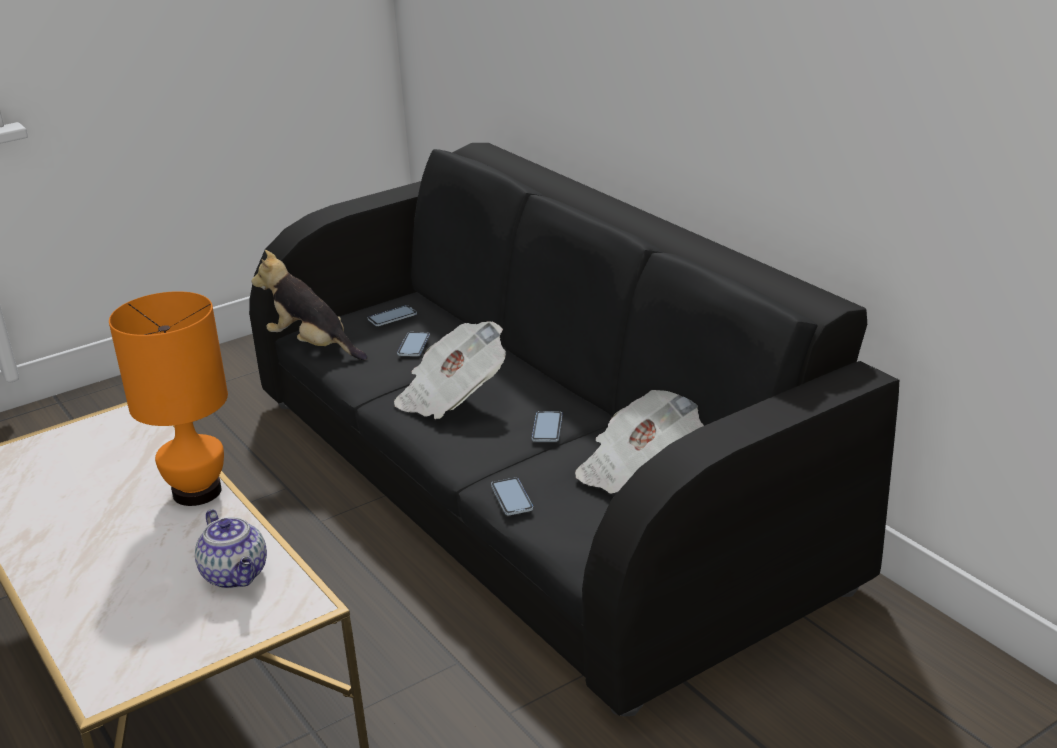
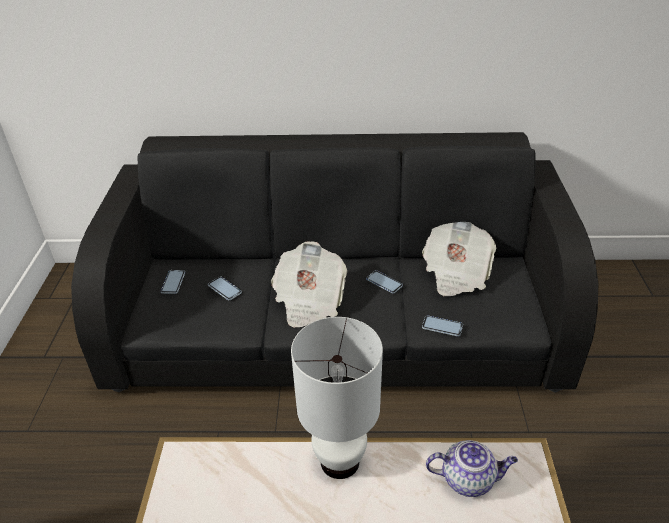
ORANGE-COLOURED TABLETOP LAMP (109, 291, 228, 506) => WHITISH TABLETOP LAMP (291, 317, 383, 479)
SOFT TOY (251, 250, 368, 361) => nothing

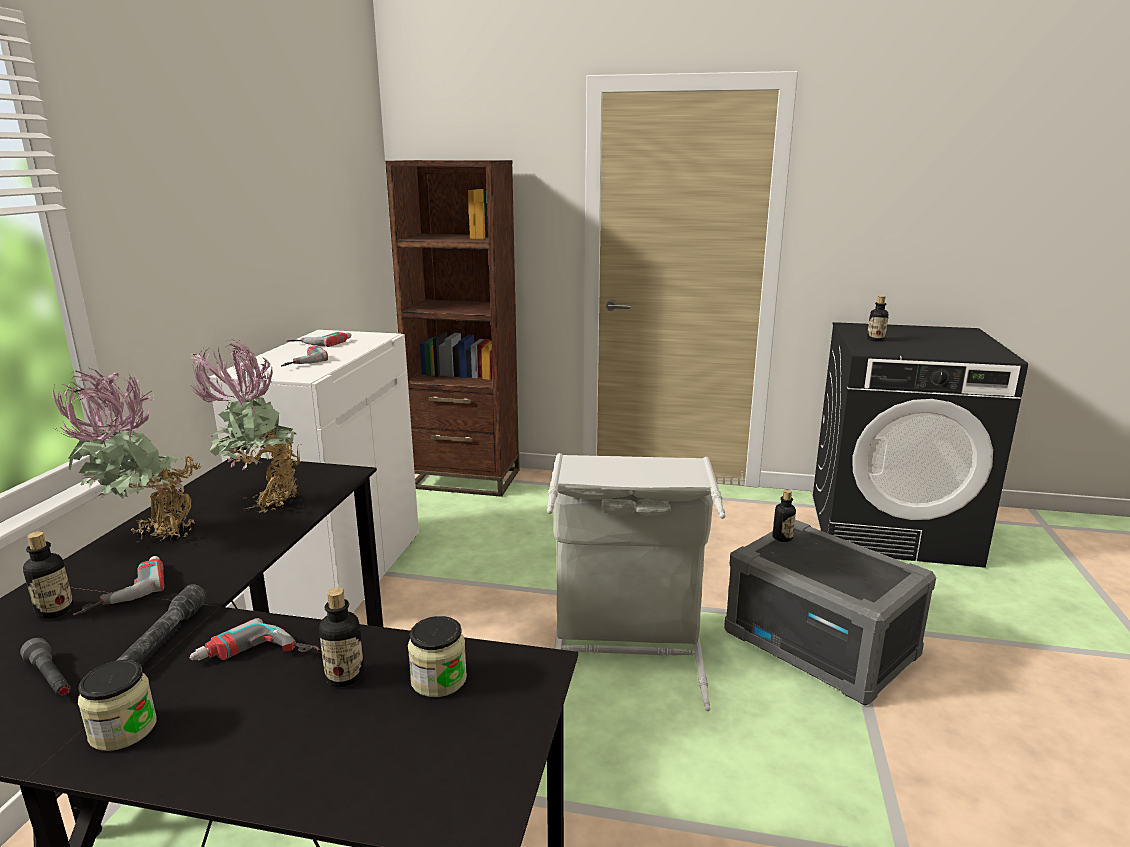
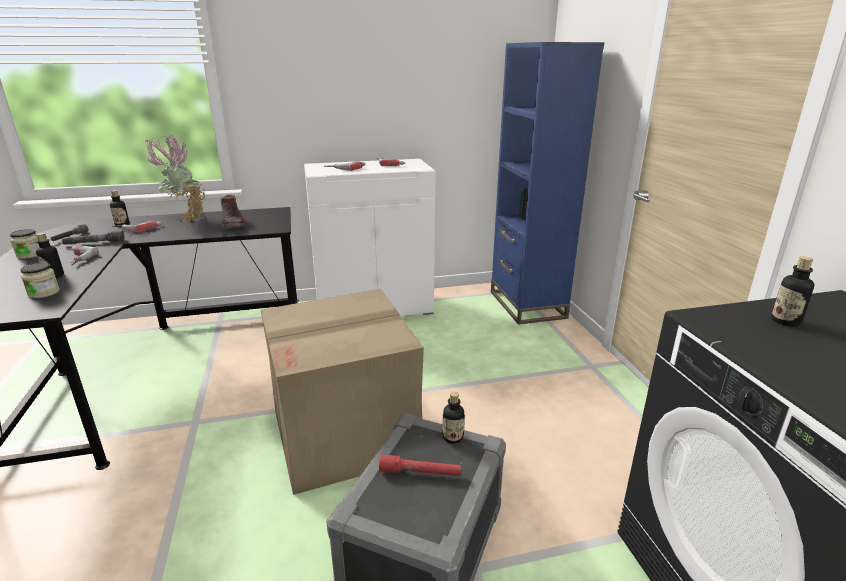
HOUSEPLANT (187, 339, 300, 513) => BROWN-COLOURED HIGH-TOP BOOT (221, 195, 246, 228)
BROWN-COLOURED BOOKCASE (385, 160, 520, 497) => BLUE-COLOURED BOOKCASE (491, 42, 605, 325)
GREY HAMPER (547, 453, 726, 711) => CARTON (261, 288, 424, 495)
nothing => RED HAND TORCH (379, 454, 462, 476)

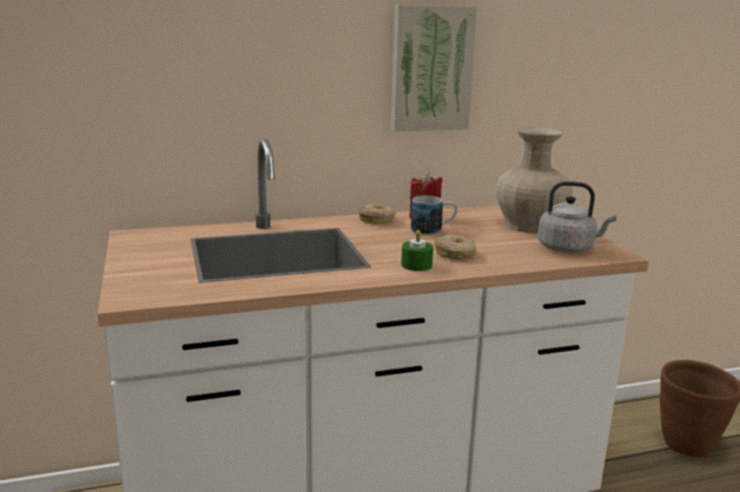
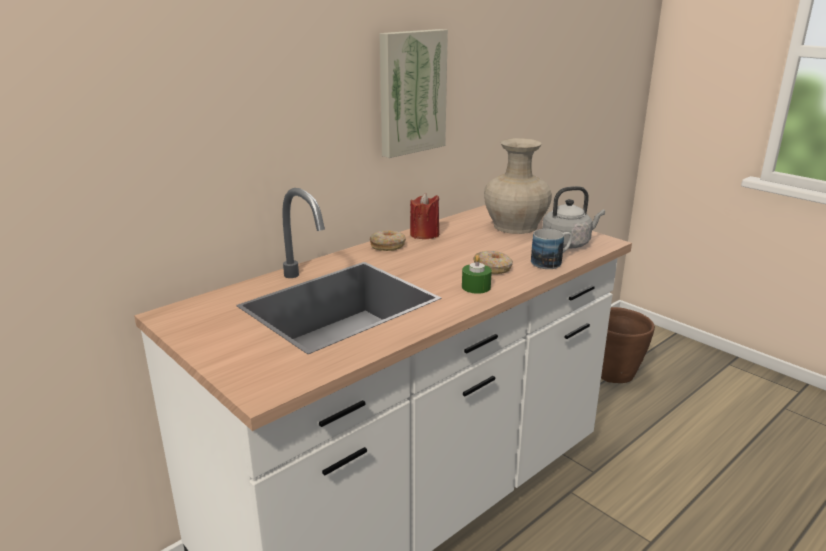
TEA MUG (411, 196, 458, 235) => TEA MUG (531, 229, 572, 269), move

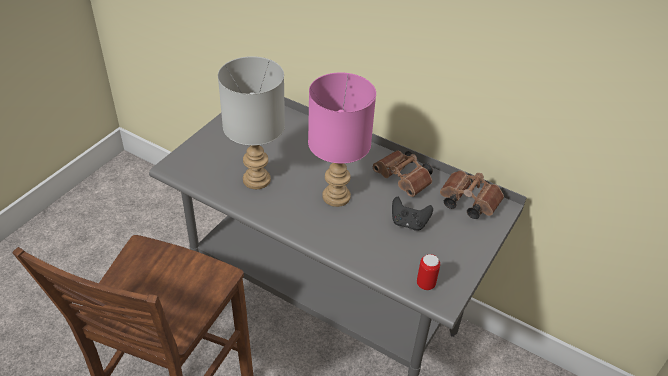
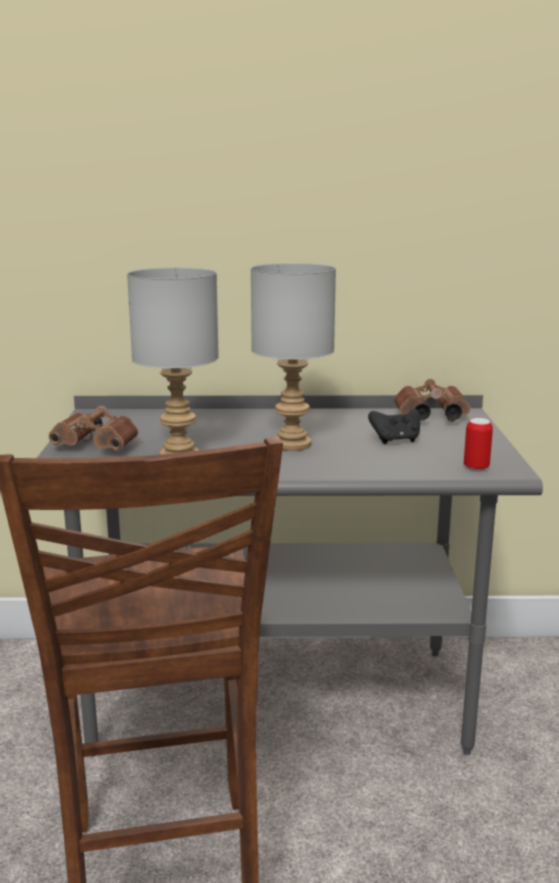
PINKISH TABLETOP LAMP (308, 72, 376, 207) => GREY TABLETOP LAMP (250, 263, 336, 451)
BROWN-COLOURED PAIR OF BINOCULARS (373, 150, 433, 197) => BROWN-COLOURED PAIR OF BINOCULARS (49, 406, 138, 451), move

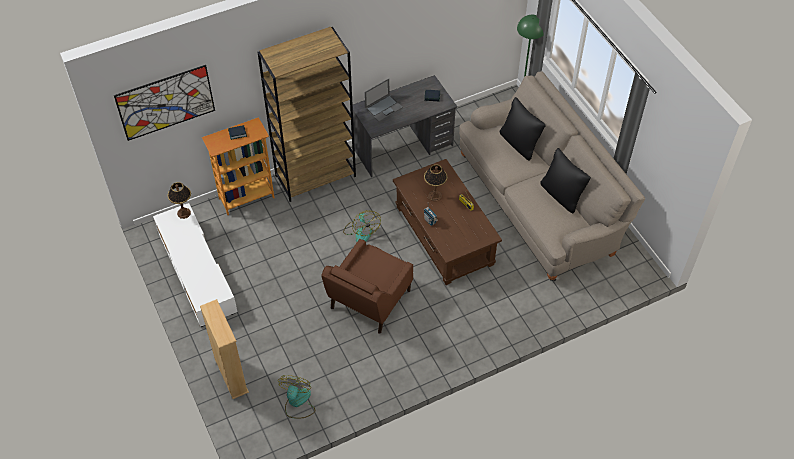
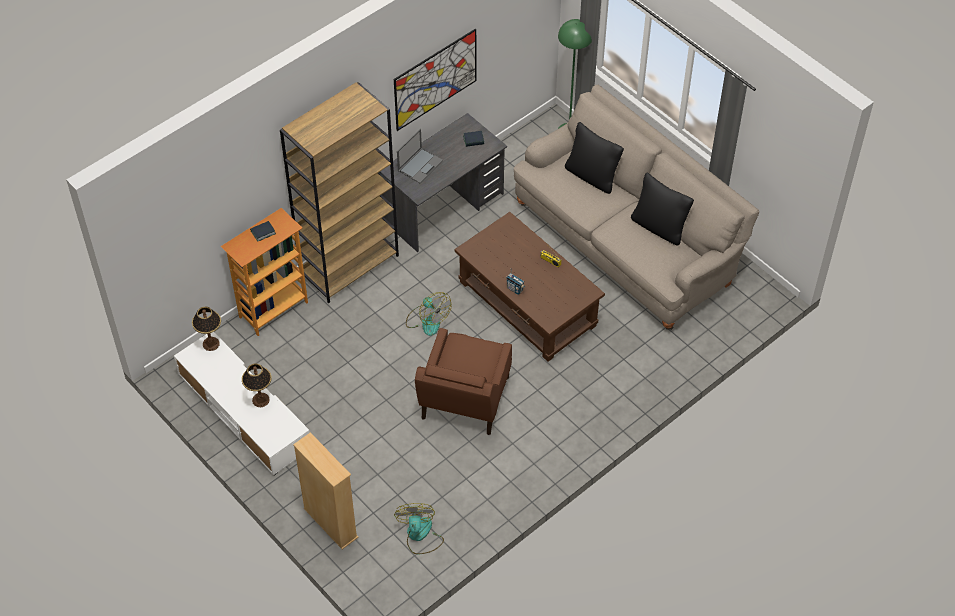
WALL PICTURE (114, 65, 215, 141) => WALL PICTURE (394, 28, 476, 131), move
TABLETOP LAMP (424, 164, 447, 201) => TABLETOP LAMP (242, 364, 272, 407), move

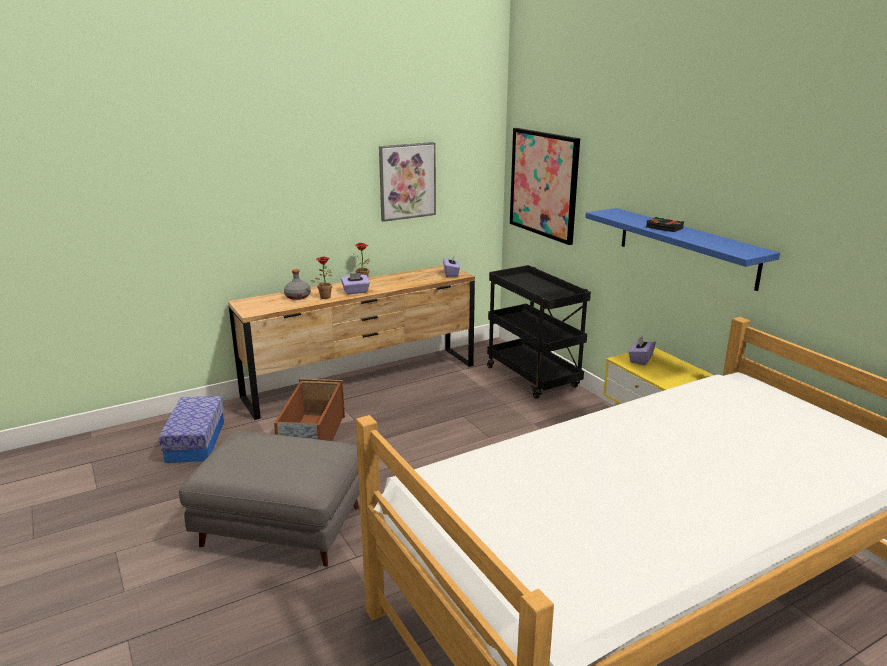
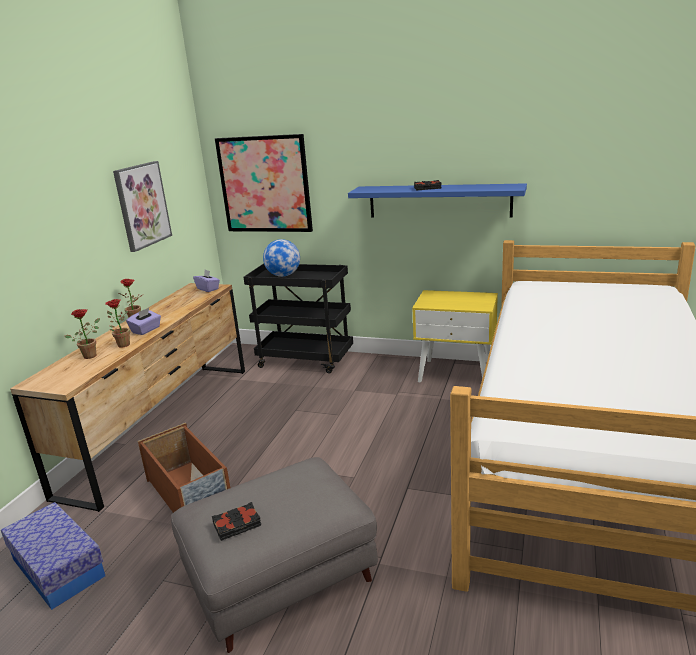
GREY BOTTLE (284, 269, 311, 300) => HOUSEPLANT (65, 309, 100, 359)
PURPLISH BOX OF TISSUES (628, 336, 656, 365) => nothing
nothing => BLACKISH BOUND BOOK (212, 502, 261, 541)
nothing => WORLD GLOBE (263, 239, 300, 277)

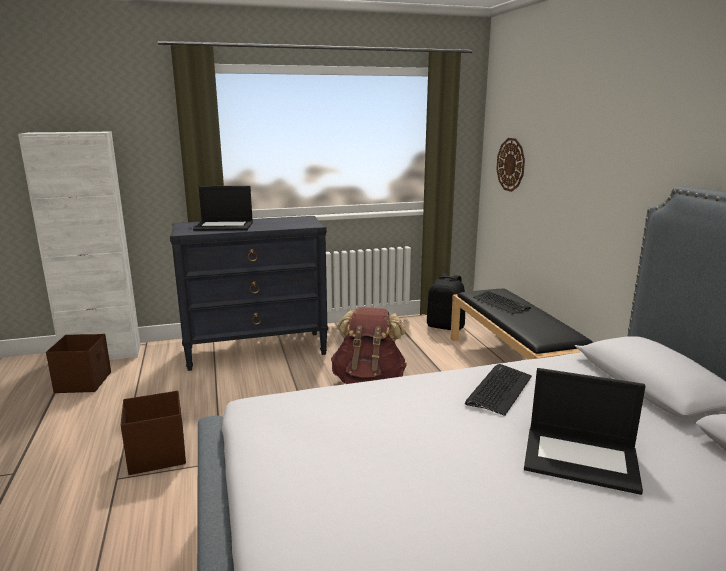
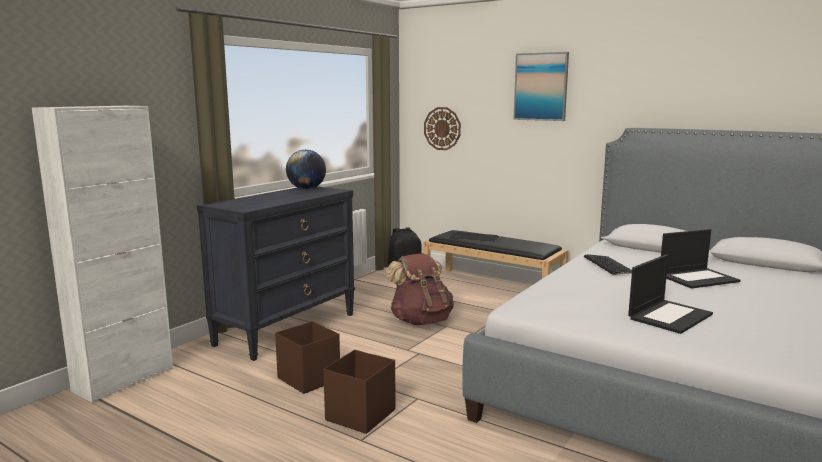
BROWN-COLOURED STORAGE CONTAINER (46, 334, 111, 393) => BROWN-COLOURED STORAGE CONTAINER (275, 321, 340, 394), move
PORTABLE COMPUTER (193, 186, 253, 231) => PORTABLE COMPUTER (628, 254, 713, 334), move
nothing => WORLD GLOBE (286, 150, 326, 190)
nothing => WALL PICTURE (513, 52, 569, 121)

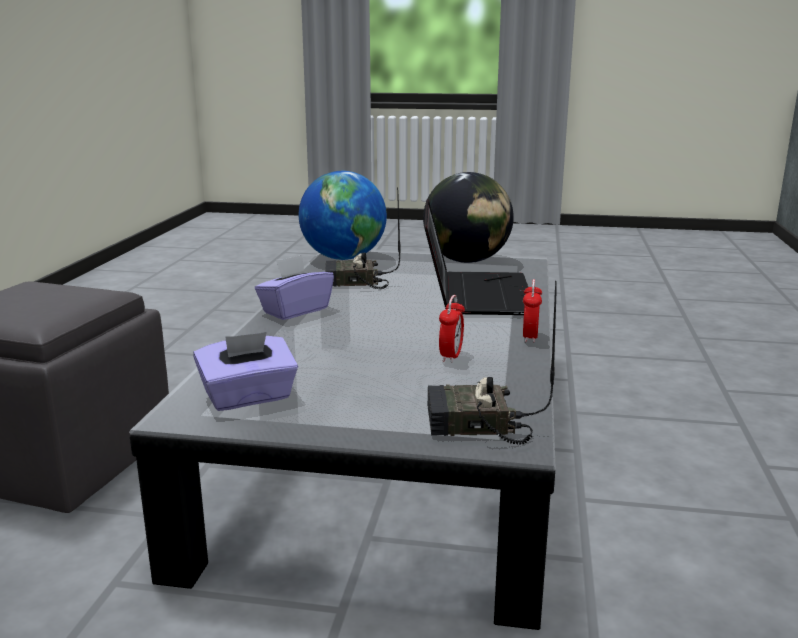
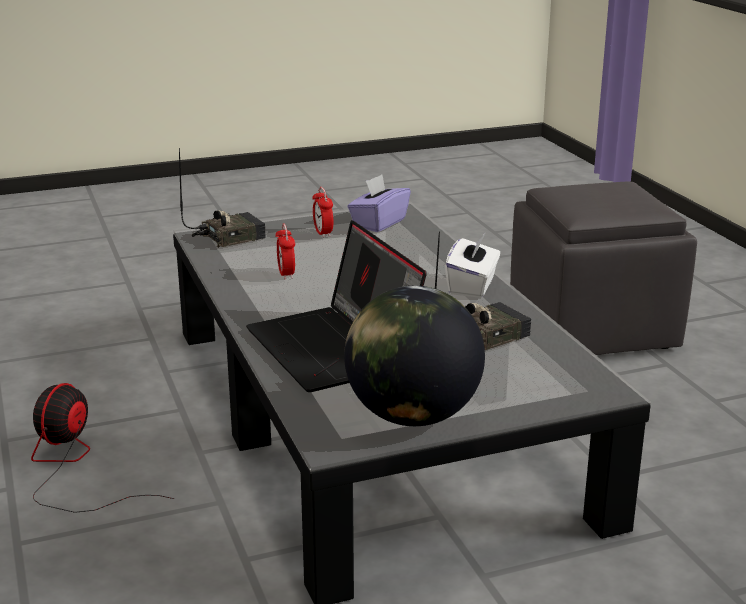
PURPLISH BOX OF TISSUES (255, 255, 334, 320) => WHITISH BOX OF TISSUES (445, 234, 500, 298)
WORLD GLOBE (299, 171, 387, 260) => nothing
ALARM CLOCK (523, 279, 542, 343) => ALARM CLOCK (312, 187, 333, 238), move
nothing => FAN (31, 383, 174, 513)

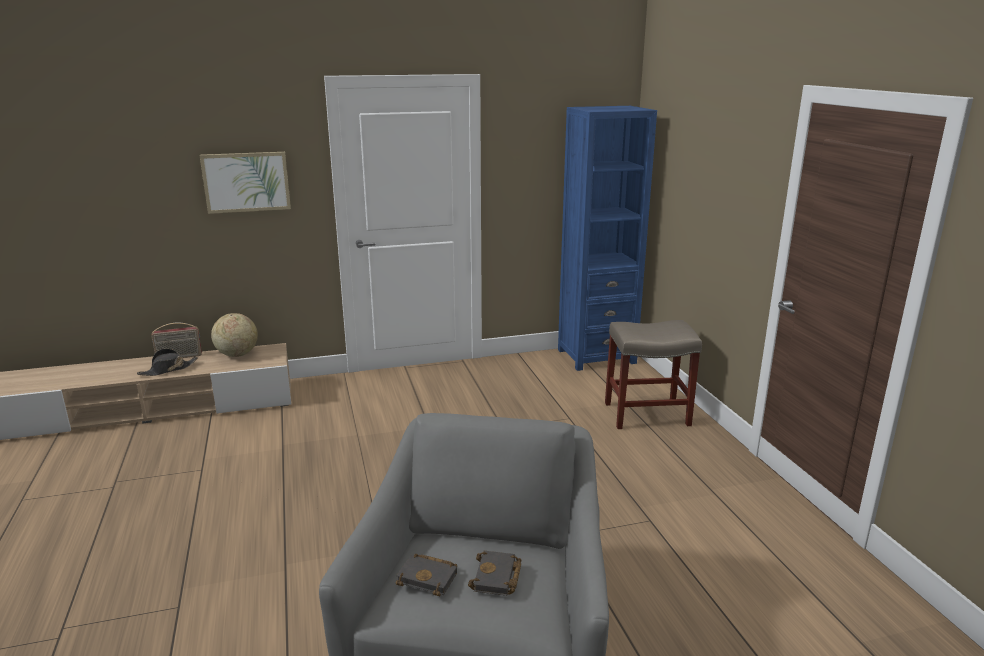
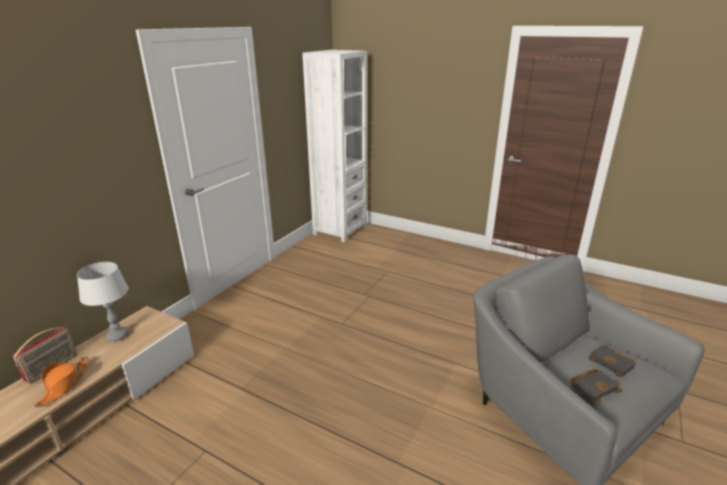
BLACKISH WEARABLE HAT (137, 348, 198, 376) => ORANGE-COLOURED WEARABLE HAT (34, 357, 88, 408)
WALL PICTURE (199, 152, 291, 214) => nothing
WORLD GLOBE (211, 313, 258, 357) => GREY TABLETOP LAMP (77, 262, 129, 341)
BLUE-COLOURED BOOKCASE (558, 106, 657, 371) => WHITISH BOOKCASE (302, 50, 367, 243)
BEIGE-COLOURED STOOL SEAT (605, 320, 702, 429) => nothing

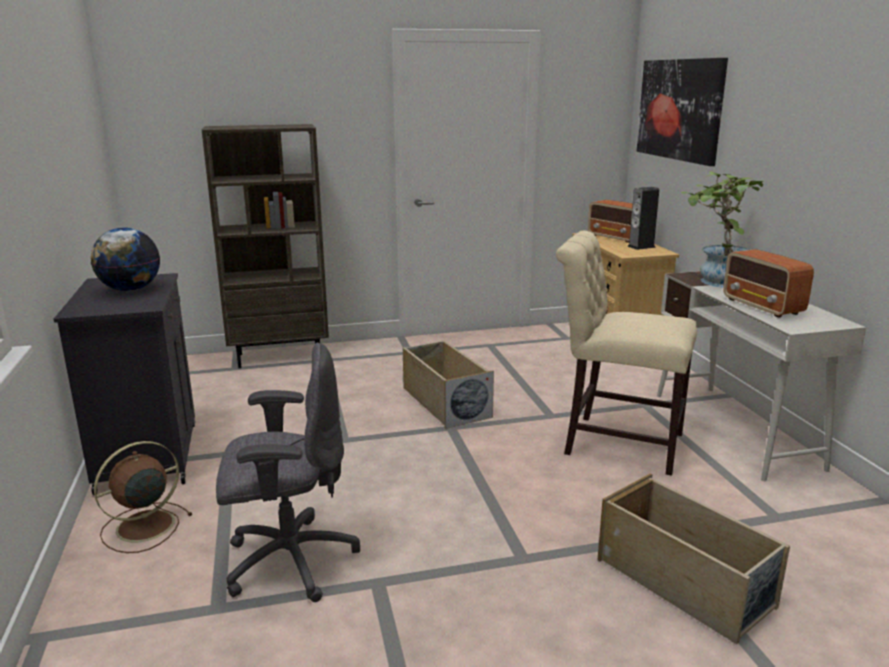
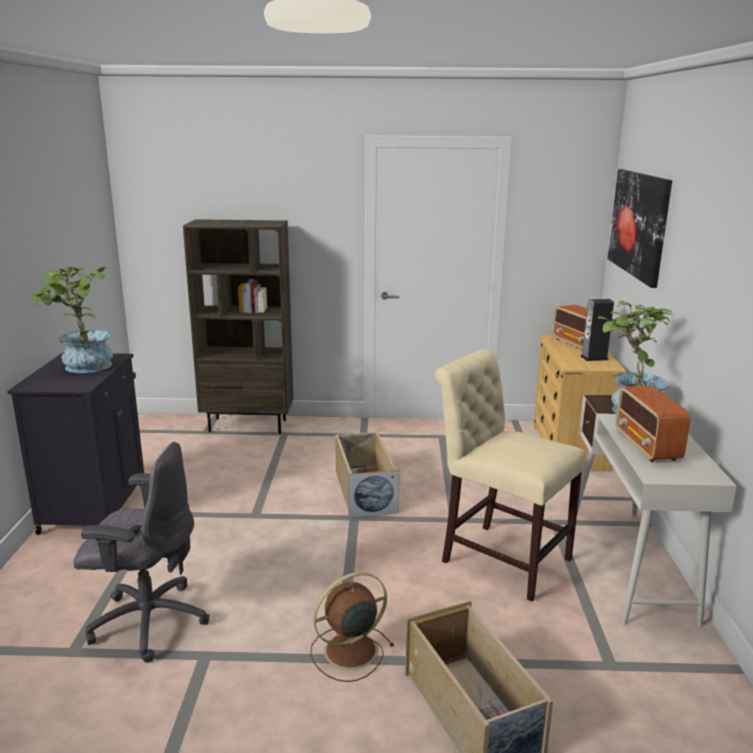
WORLD GLOBE (91, 227, 160, 291) => HOUSEPLANT (29, 266, 113, 373)
BROWN-COLOURED FAN (94, 441, 193, 553) => BROWN-COLOURED FAN (310, 572, 394, 682), move

